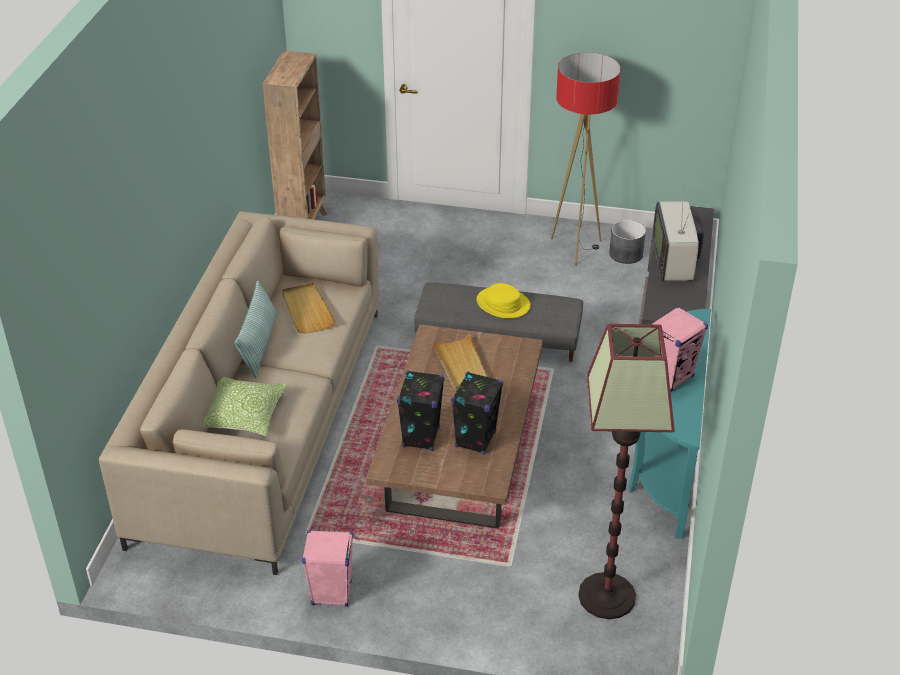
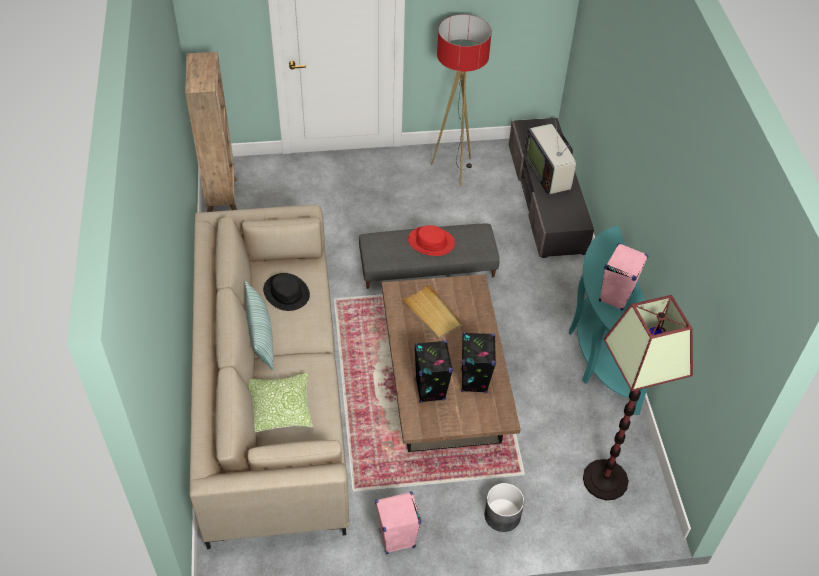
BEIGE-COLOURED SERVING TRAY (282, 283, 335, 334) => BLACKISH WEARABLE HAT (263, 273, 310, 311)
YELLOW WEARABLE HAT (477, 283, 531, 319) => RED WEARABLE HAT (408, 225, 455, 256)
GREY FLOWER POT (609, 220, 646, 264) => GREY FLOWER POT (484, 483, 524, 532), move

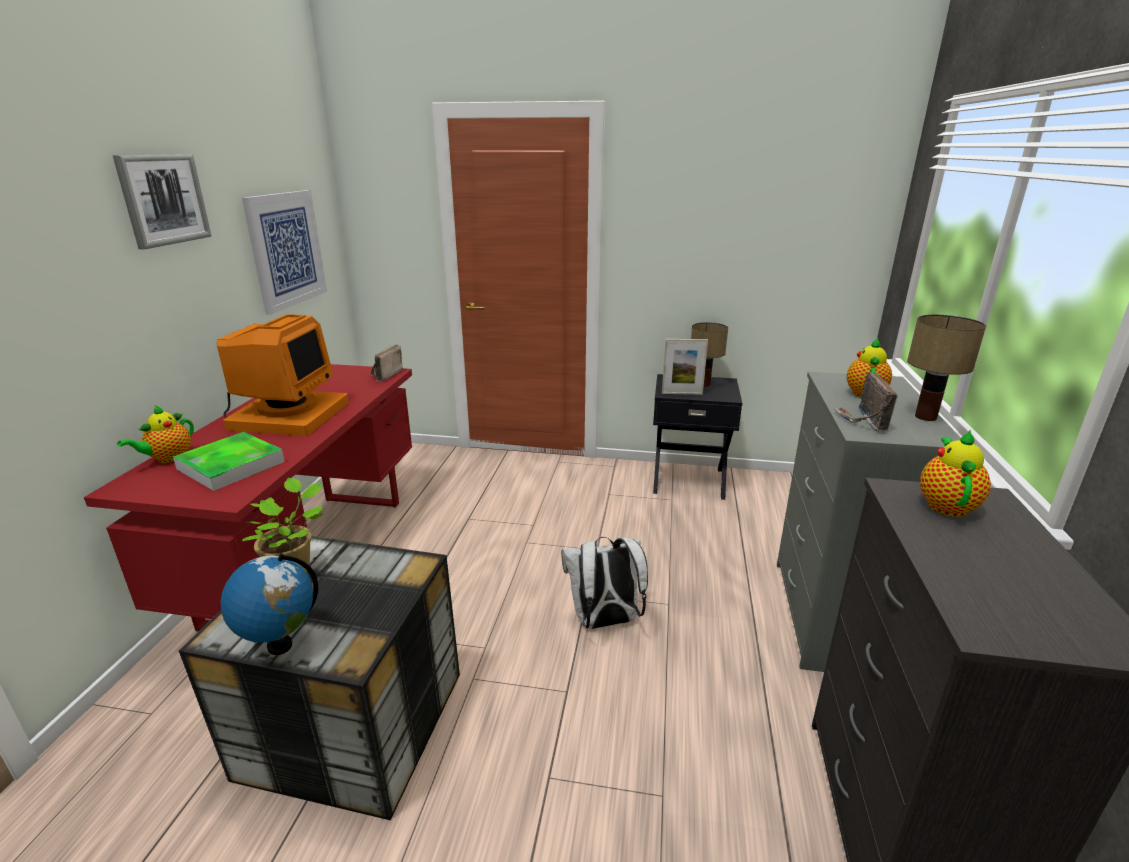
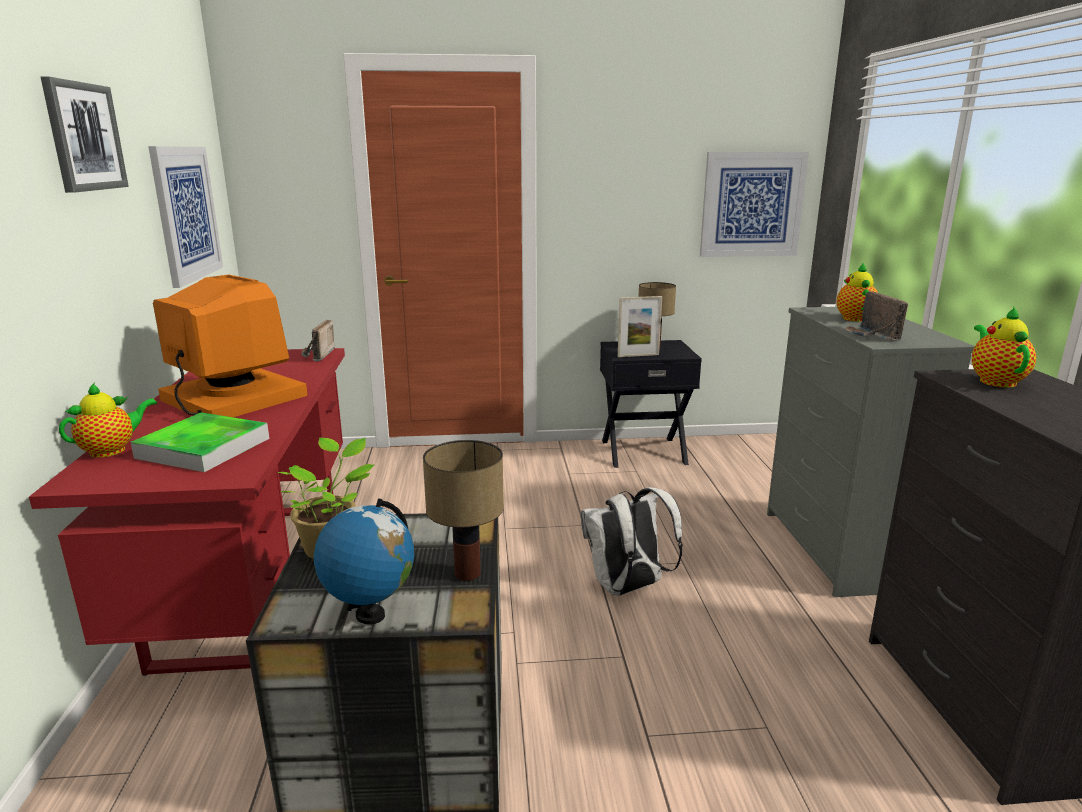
TEAPOT (117, 405, 194, 463) => TEAPOT (59, 382, 157, 458), 150 degrees counterclockwise
COMPUTER SCREEN (216, 314, 349, 436) => COMPUTER SCREEN (153, 274, 307, 417), 45 degrees counterclockwise
TABLETOP LAMP (907, 315, 986, 421) => TABLETOP LAMP (423, 440, 504, 581), move
nothing => WALL PICTURE (700, 152, 809, 257)

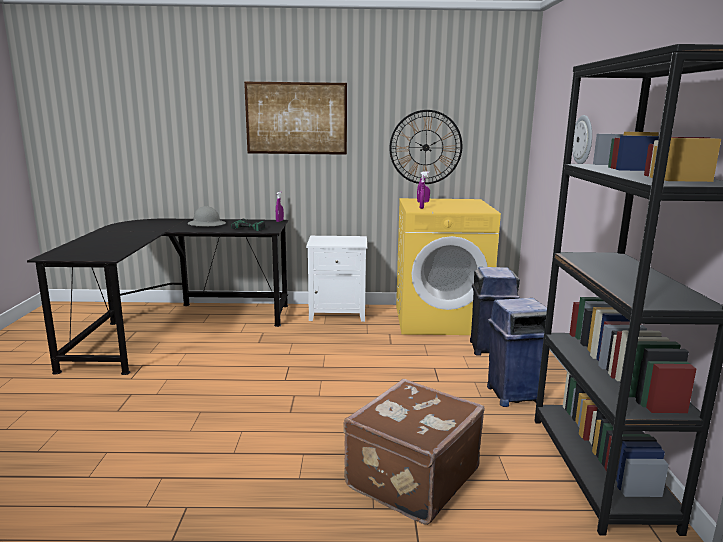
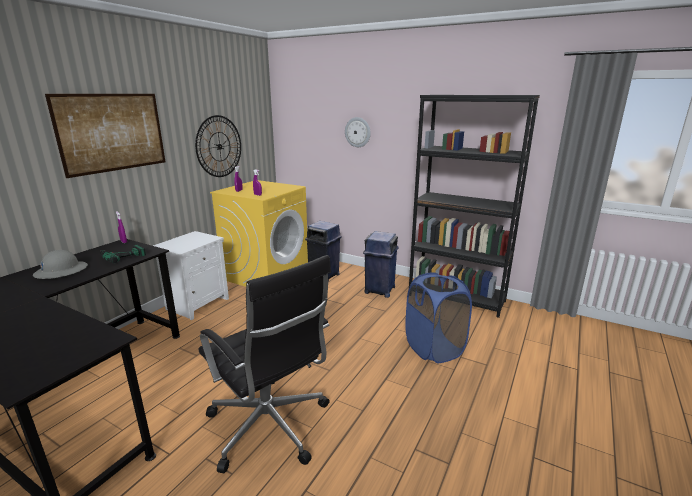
BROWN-COLOURED TRAVEL CASE (343, 379, 485, 525) => BLUE-COLOURED HAMPER (405, 272, 472, 363)
nothing => BLACKISH COMPUTER CHAIR (199, 255, 331, 473)

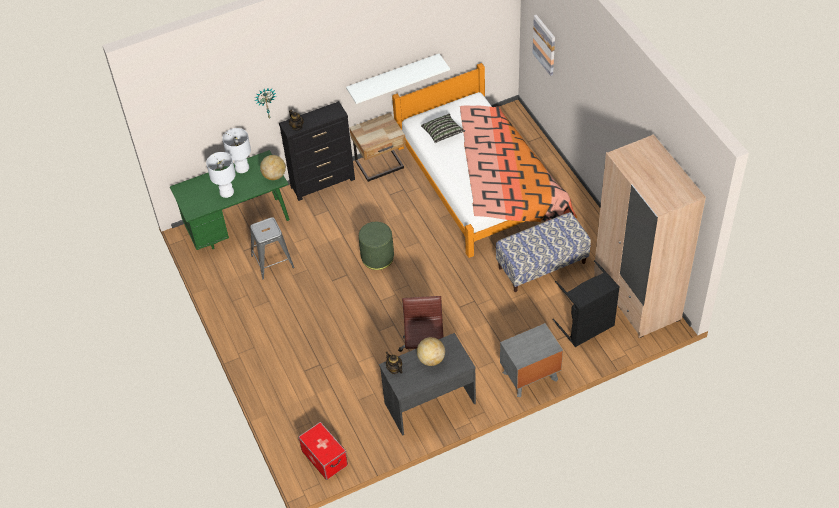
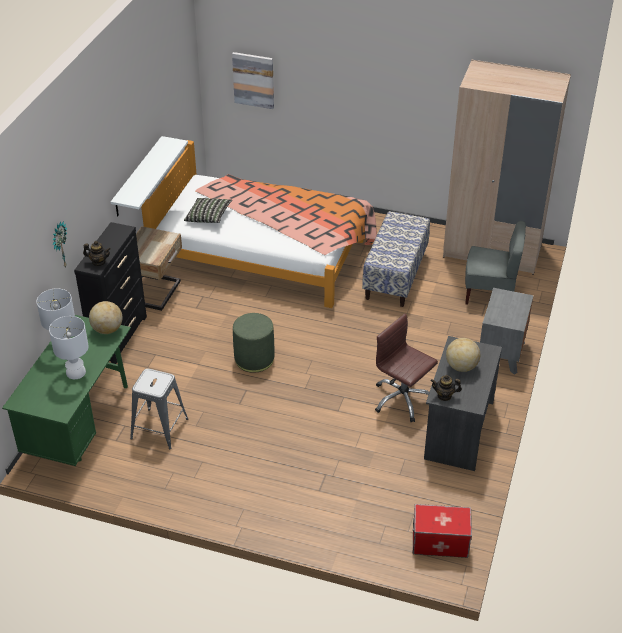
BLACKISH HAMPER (553, 260, 620, 347) => GREY UPRIGHT CHAIR (465, 221, 526, 305)

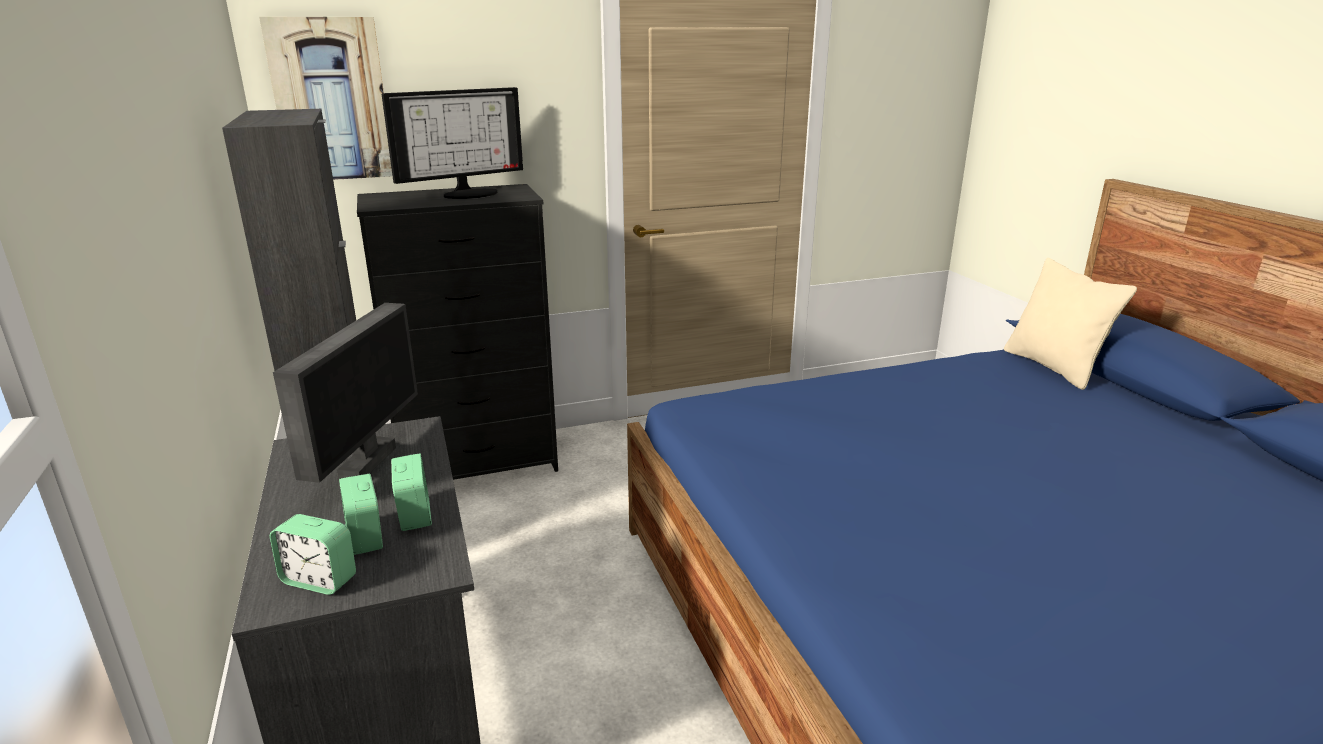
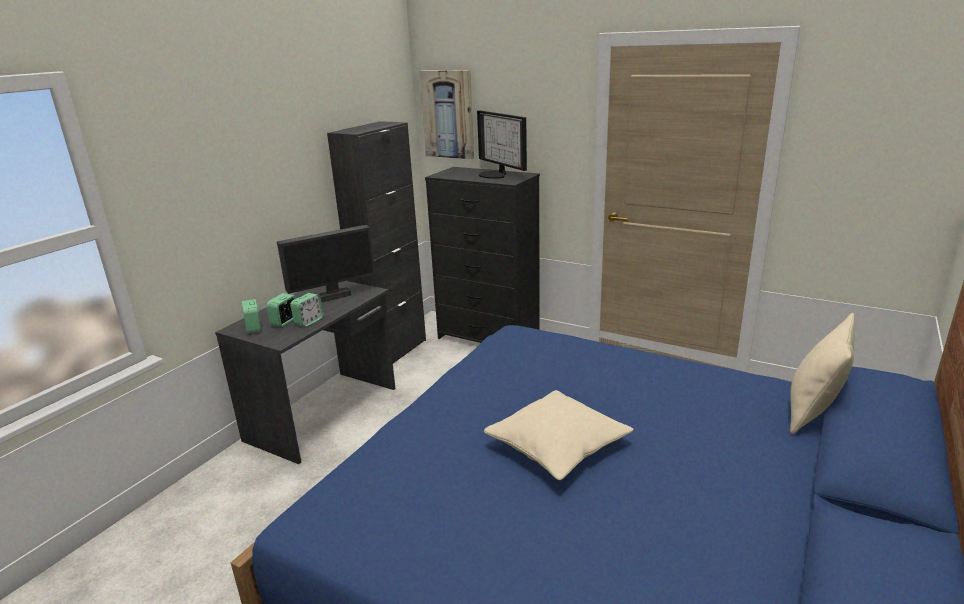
COMPUTER SCREEN (382, 87, 523, 199) => COMPUTER SCREEN (477, 110, 527, 179), 45 degrees clockwise
nothing => BEIGE-COLOURED CUSHION (484, 390, 633, 480)

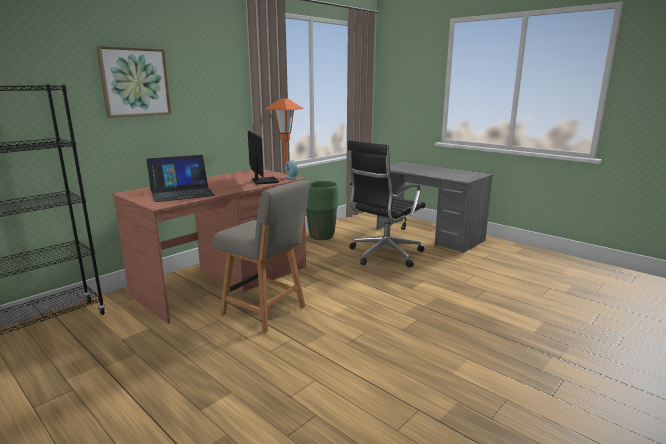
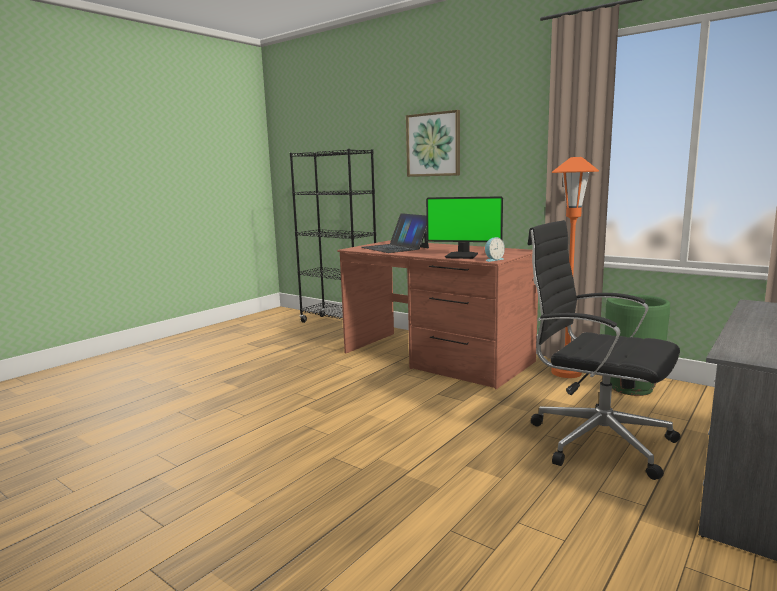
GREY UPRIGHT CHAIR (213, 180, 309, 333) => nothing
COMPUTER SCREEN (248, 130, 279, 185) => COMPUTER SCREEN (426, 196, 503, 259), 45 degrees clockwise

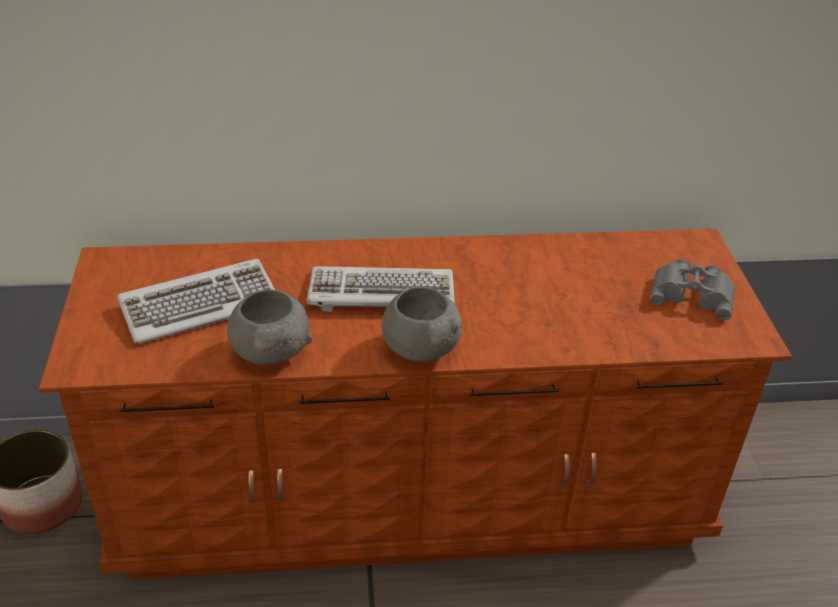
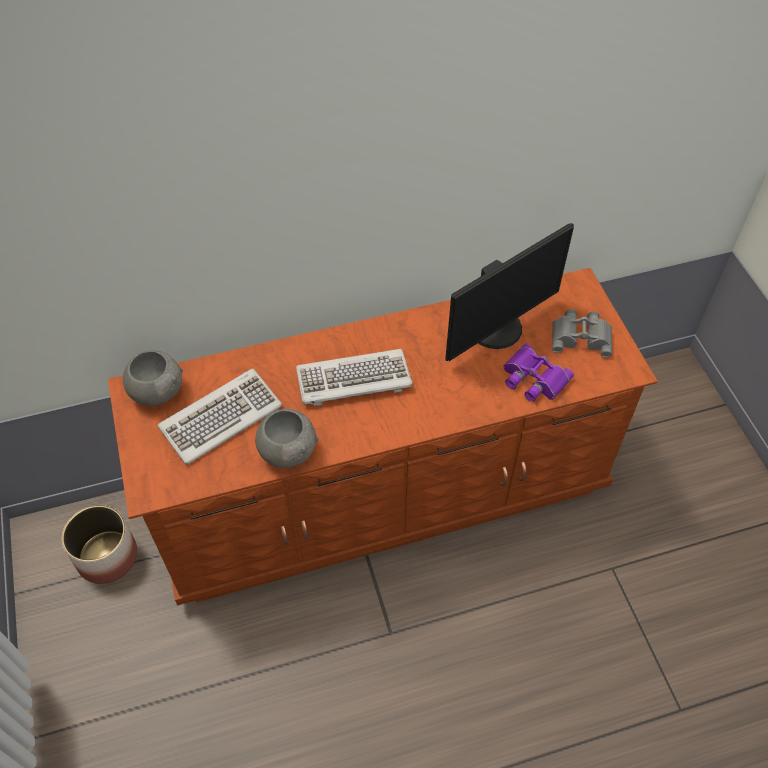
GREY BOWL (382, 287, 462, 362) => GREY BOWL (123, 350, 183, 406), move
nothing => COMPUTER SCREEN (445, 223, 574, 361)
nothing => PURPLISH PAIR OF BINOCULARS (503, 344, 574, 402)

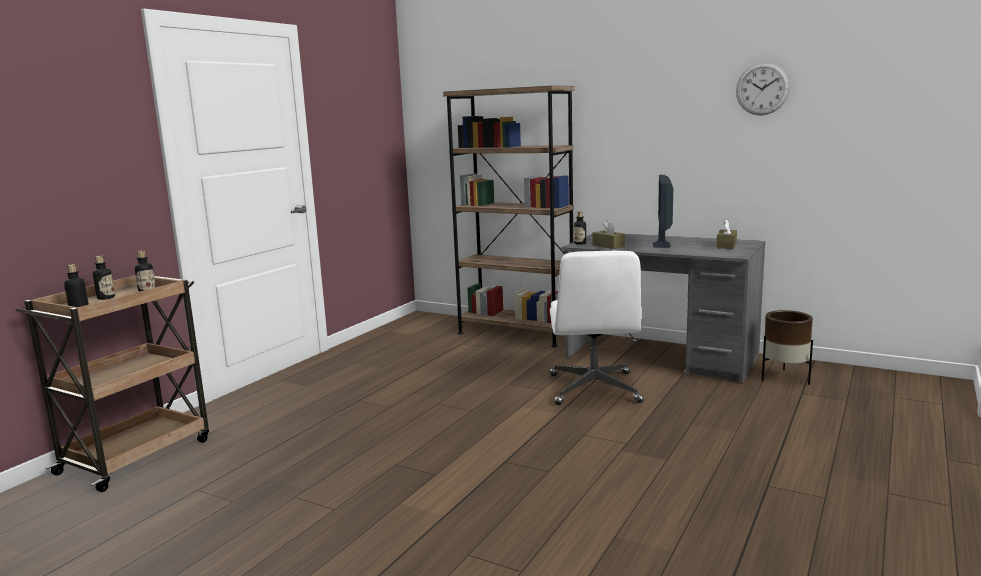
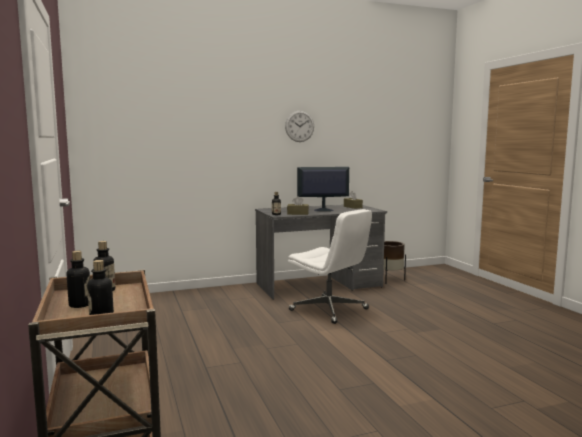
BROWN-COLOURED BOOKCASE (443, 86, 575, 347) => nothing
COMPUTER SCREEN (653, 175, 673, 248) => COMPUTER SCREEN (297, 167, 349, 211), 120 degrees clockwise
WALL CLOCK (736, 63, 790, 116) => WALL CLOCK (285, 111, 314, 142), move

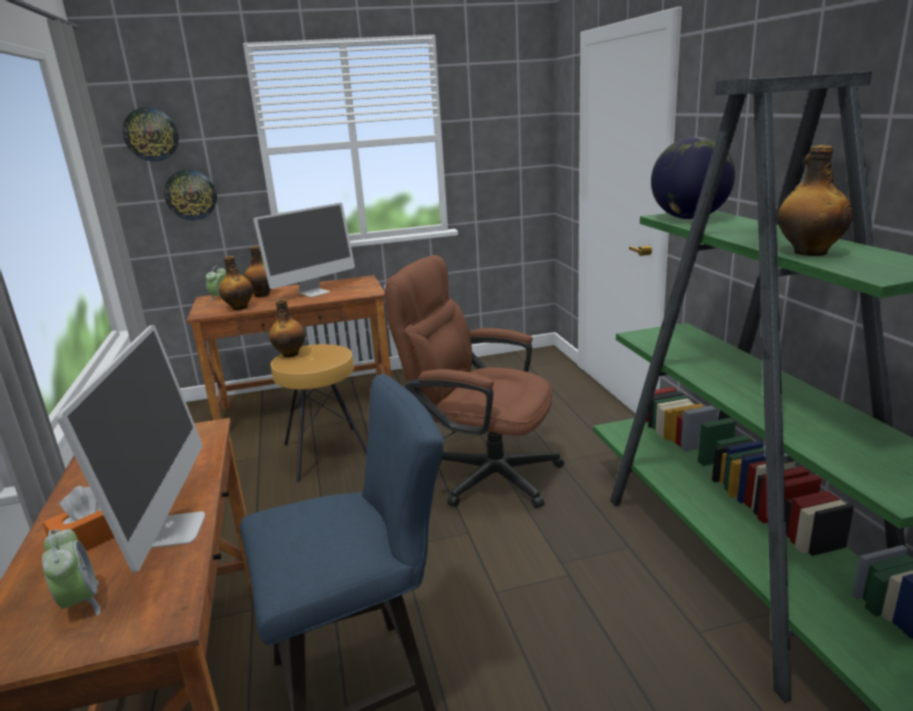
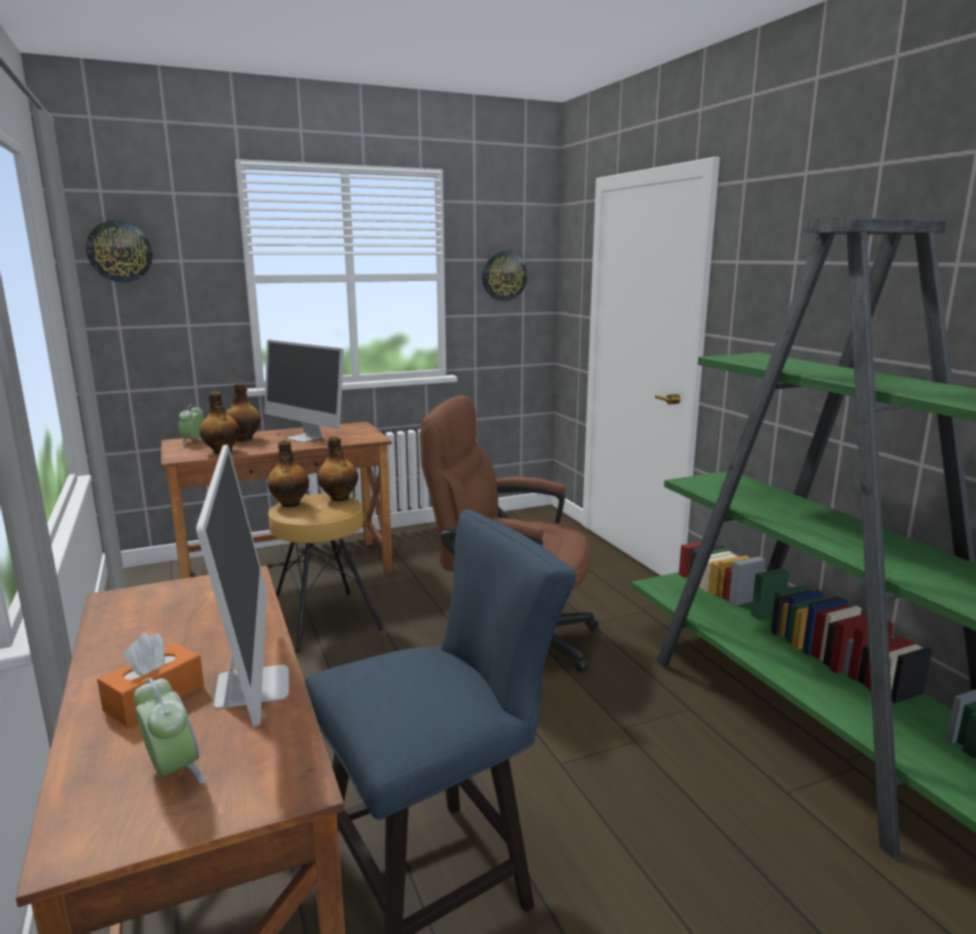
WALL CLOCK (164, 170, 217, 220) => WALL CLOCK (482, 251, 527, 301), move
COMPUTER SCREEN (253, 203, 355, 297) => COMPUTER SCREEN (264, 340, 344, 442), 90 degrees clockwise
WORLD GLOBE (651, 137, 735, 219) => nothing
BOTTLE (777, 145, 853, 256) => BOTTLE (317, 436, 358, 501), move

